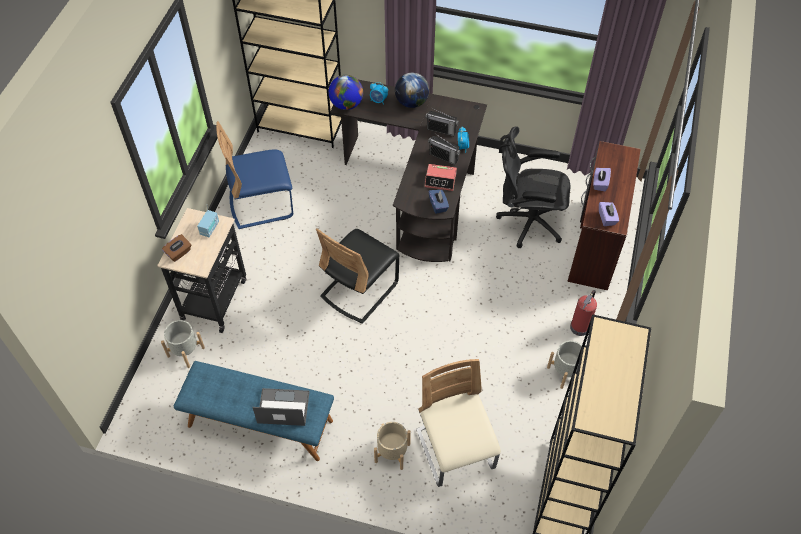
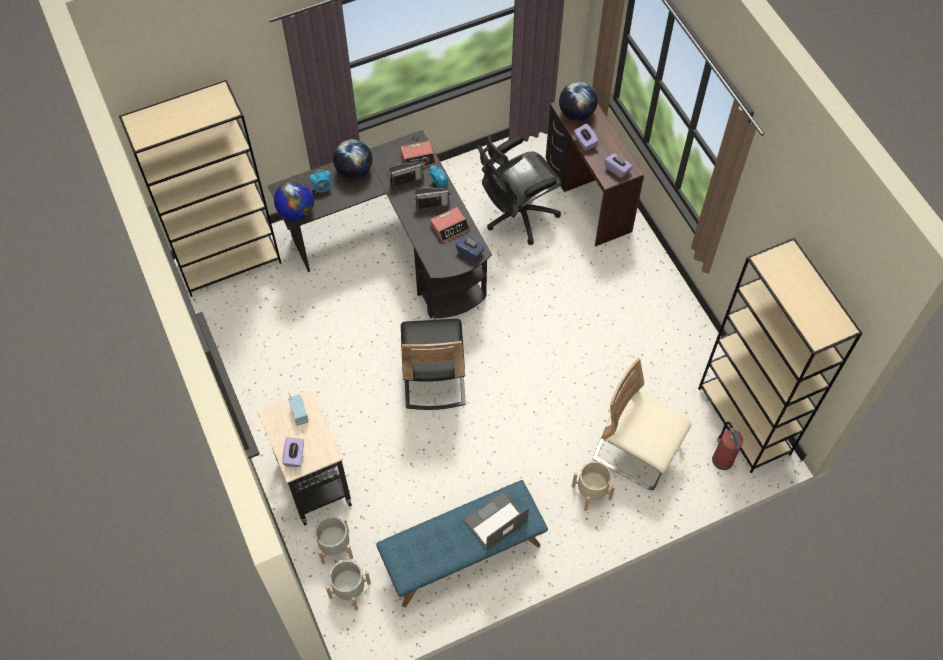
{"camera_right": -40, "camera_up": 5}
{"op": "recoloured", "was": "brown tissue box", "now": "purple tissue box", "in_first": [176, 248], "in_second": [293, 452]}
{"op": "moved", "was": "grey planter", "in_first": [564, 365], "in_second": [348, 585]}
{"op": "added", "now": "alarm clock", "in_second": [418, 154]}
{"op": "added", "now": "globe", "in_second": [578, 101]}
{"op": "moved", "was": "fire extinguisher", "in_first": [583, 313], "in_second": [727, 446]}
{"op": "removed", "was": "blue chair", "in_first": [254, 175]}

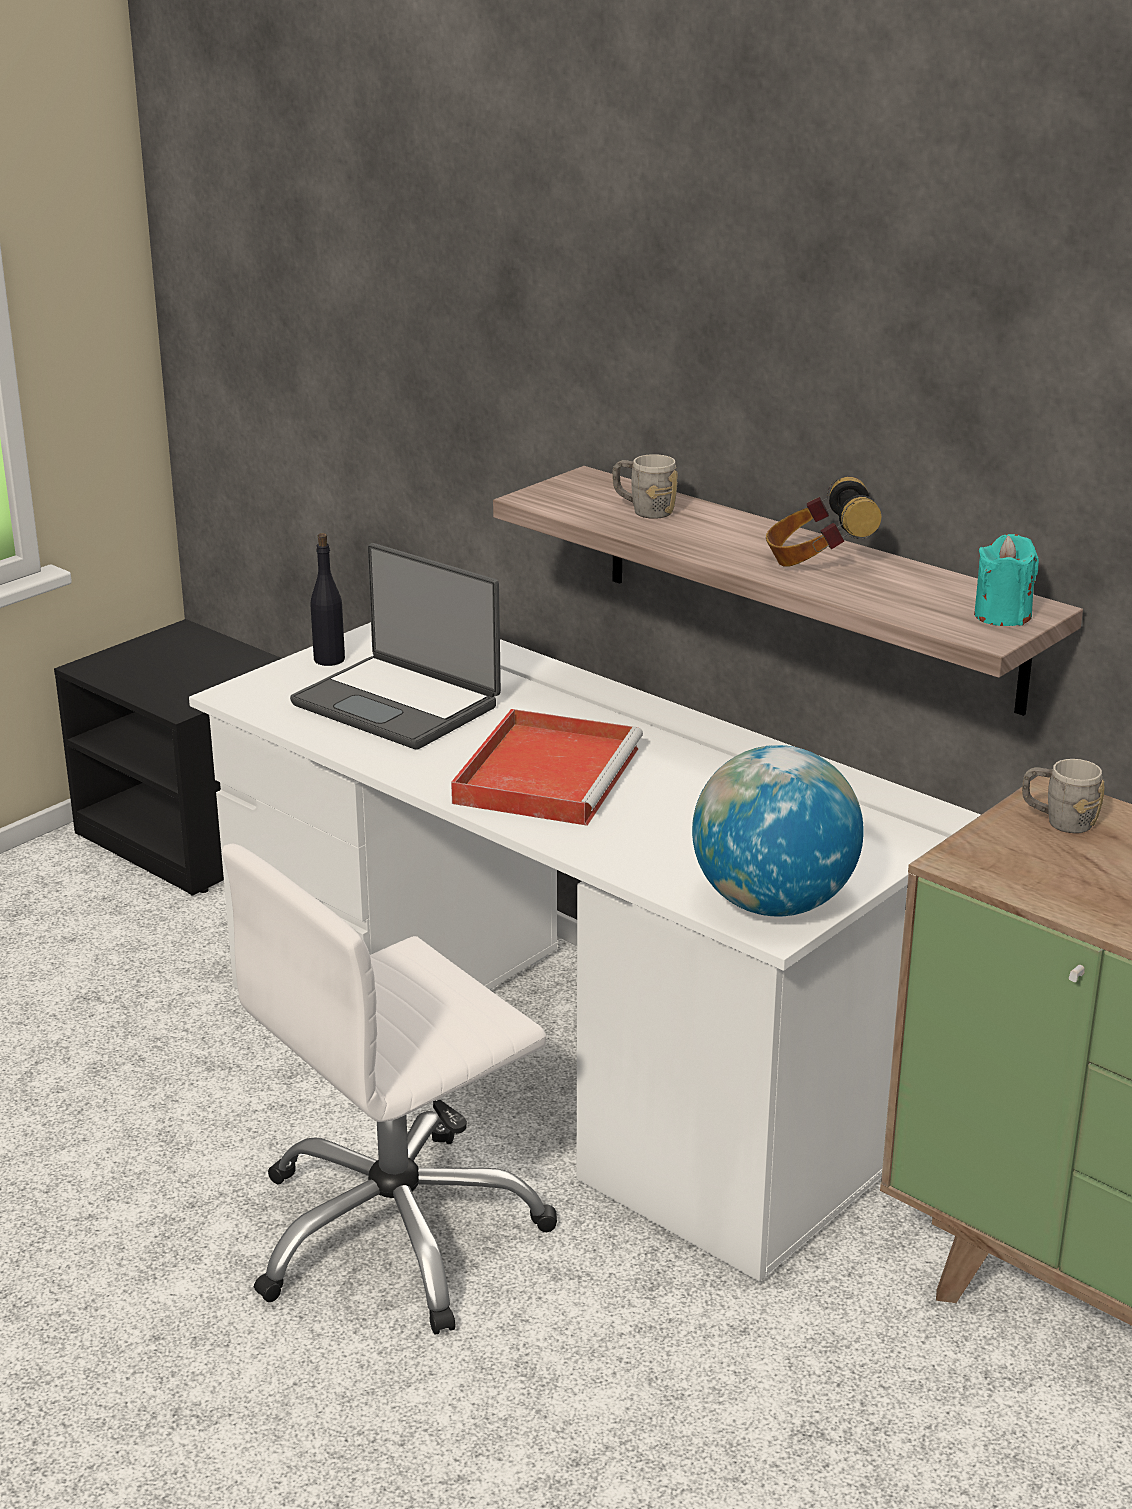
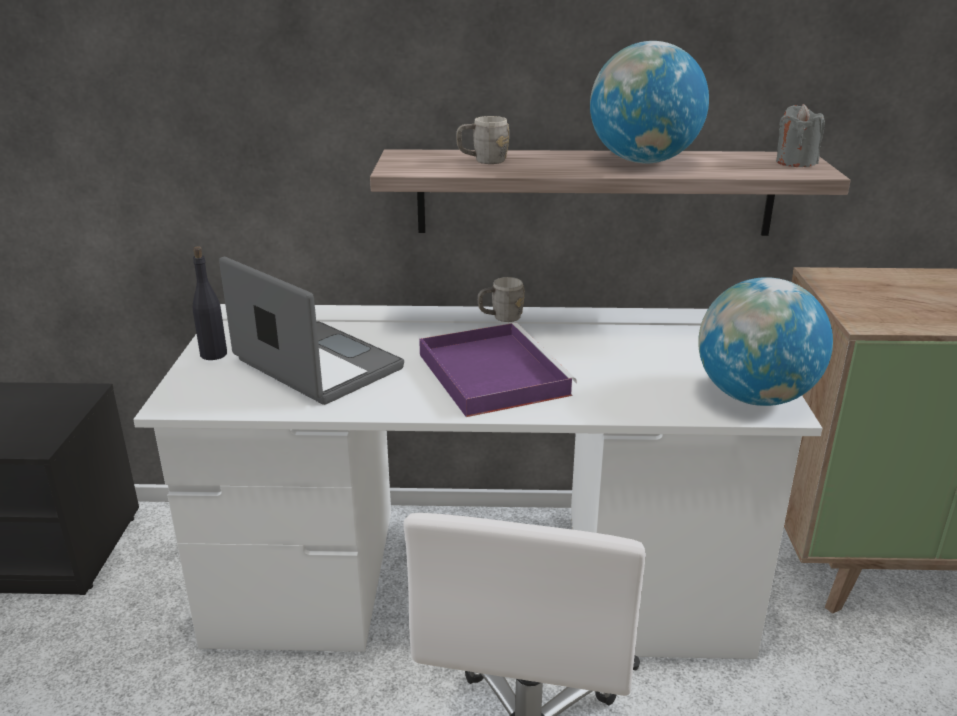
{"camera_right": -40, "camera_up": 0}
{"op": "turned", "was": "laptop", "in_first": [395, 646], "in_second": [311, 331], "clockwise": -135}
{"op": "recoloured", "was": "red tray", "now": "purple tray", "in_first": [547, 767], "in_second": [498, 370]}
{"op": "moved", "was": "grey mug", "in_first": [1063, 796], "in_second": [501, 299]}
{"op": "replaced", "was": "headphones", "now": "globe", "in_first": [823, 522], "in_second": [649, 102]}
{"op": "recoloured", "was": "turquoise candle", "now": "grey candle", "in_first": [1006, 580], "in_second": [800, 135]}

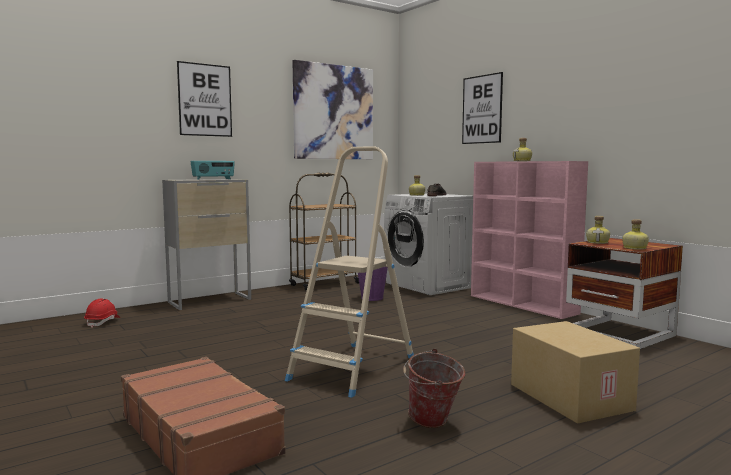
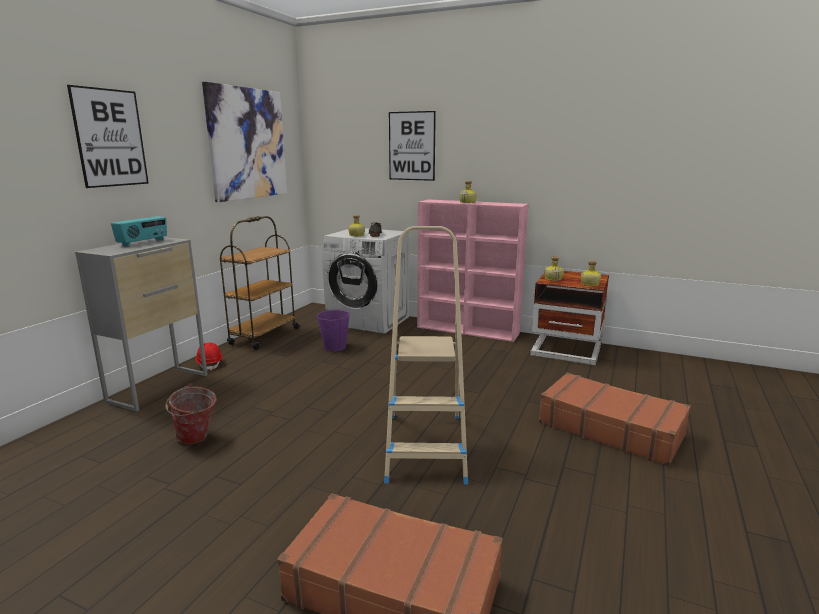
{"camera_right": -30, "camera_up": 10}
{"op": "moved", "was": "bucket", "in_first": [434, 388], "in_second": [191, 414]}
{"op": "moved", "was": "red hard hat", "in_first": [102, 313], "in_second": [209, 357]}
{"op": "replaced", "was": "cardboard box", "now": "brown suitcase", "in_first": [575, 372], "in_second": [615, 419]}

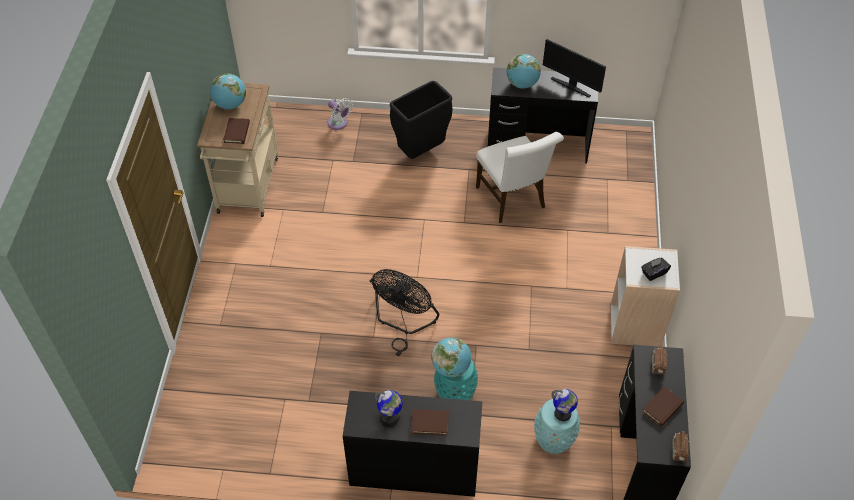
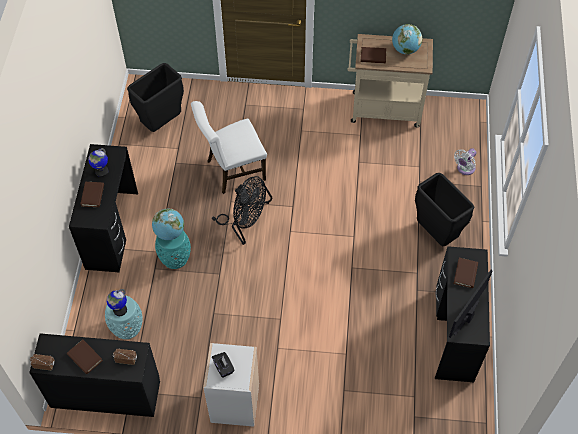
{"camera_right": 90, "camera_up": 5}
{"op": "added", "now": "black trash can", "in_second": [155, 97]}
{"op": "moved", "was": "white chair", "in_first": [520, 177], "in_second": [229, 147]}
{"op": "replaced", "was": "globe", "now": "brown book", "in_first": [523, 71], "in_second": [465, 273]}

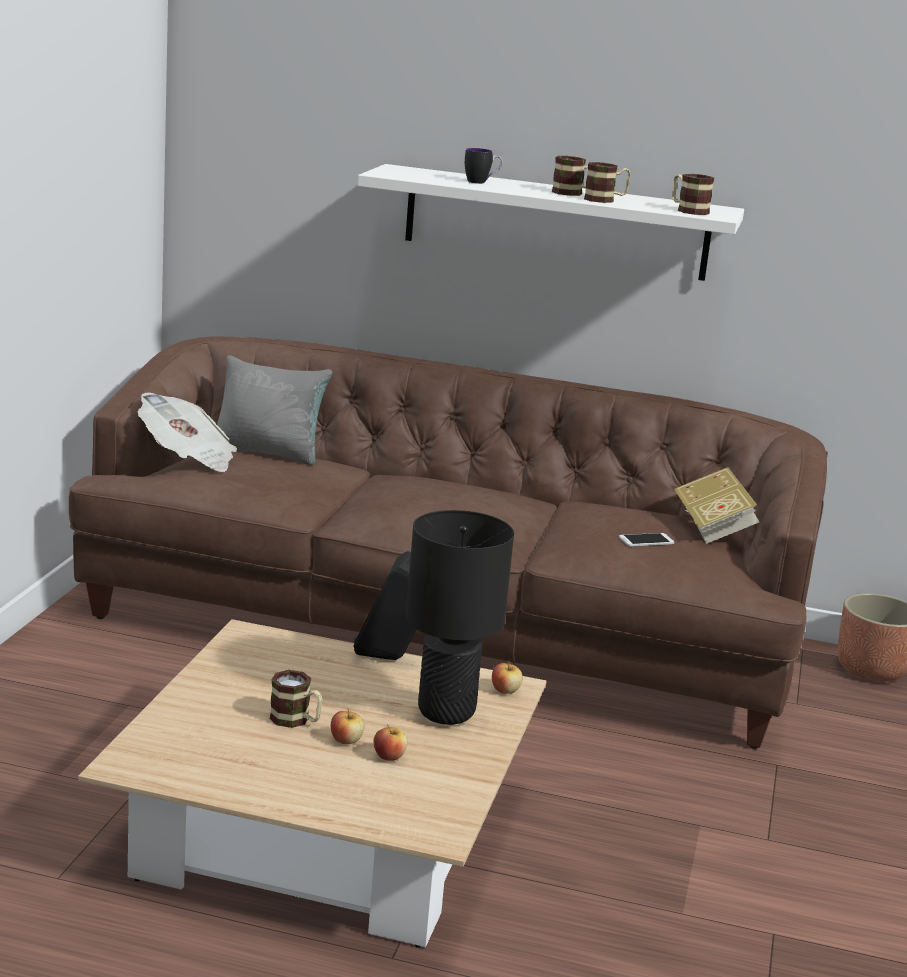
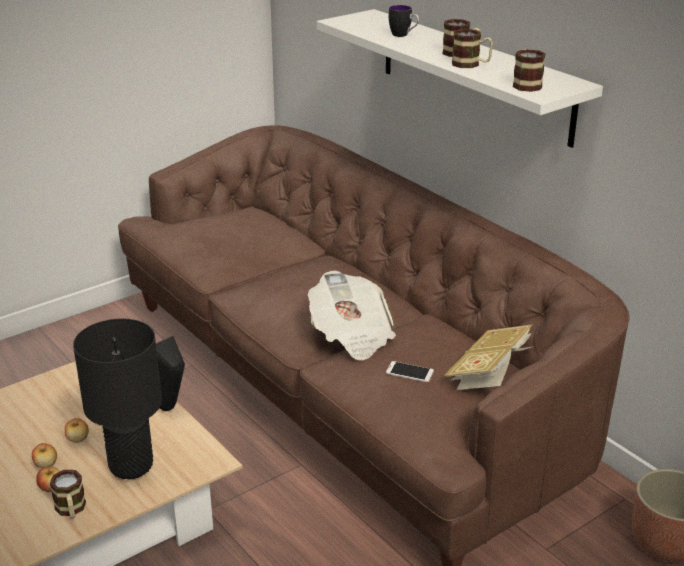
{"camera_right": 40, "camera_up": 10}
{"op": "moved", "was": "mug", "in_first": [296, 699], "in_second": [68, 494]}
{"op": "moved", "was": "apple", "in_first": [507, 677], "in_second": [77, 430]}
{"op": "moved", "was": "newspaper", "in_first": [187, 432], "in_second": [352, 316]}
{"op": "removed", "was": "grey pillow", "in_first": [275, 410]}

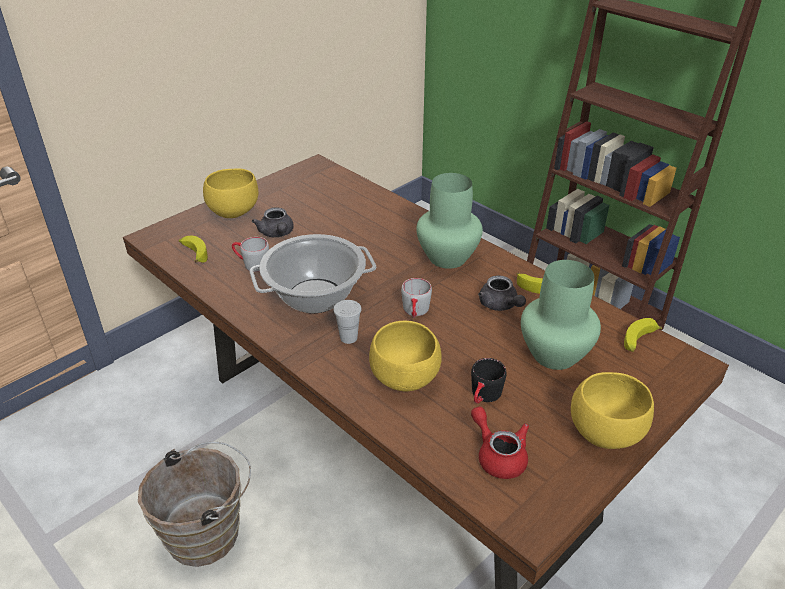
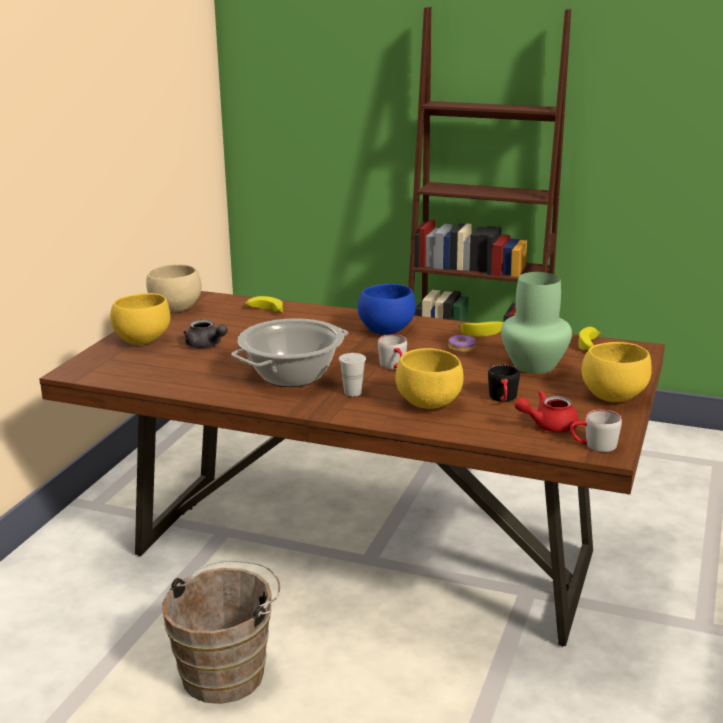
{"camera_right": -25, "camera_up": -15}
{"op": "added", "now": "beige bowl", "in_second": [174, 288]}
{"op": "moved", "was": "banana", "in_first": [193, 249], "in_second": [263, 304]}
{"op": "replaced", "was": "green vase", "now": "blue bowl", "in_first": [449, 221], "in_second": [387, 309]}
{"op": "replaced", "was": "grey teapot", "now": "donut", "in_first": [502, 293], "in_second": [462, 344]}
{"op": "turned", "was": "red teapot", "in_first": [500, 443], "in_second": [546, 411], "clockwise": -45}
{"op": "moved", "was": "grey mug", "in_first": [250, 254], "in_second": [596, 431]}

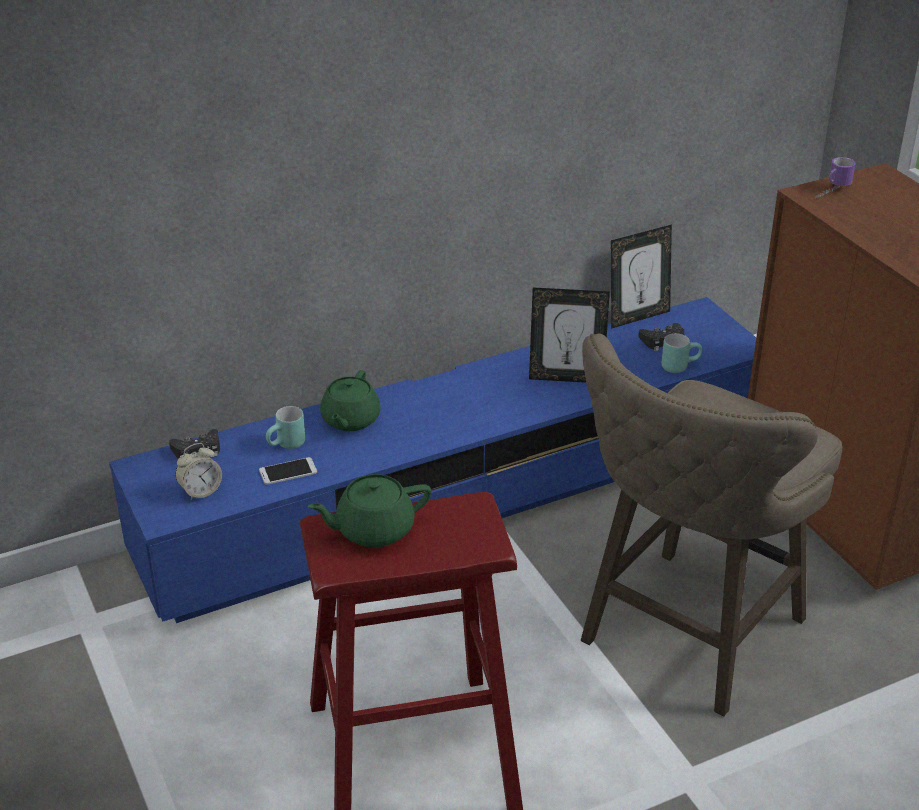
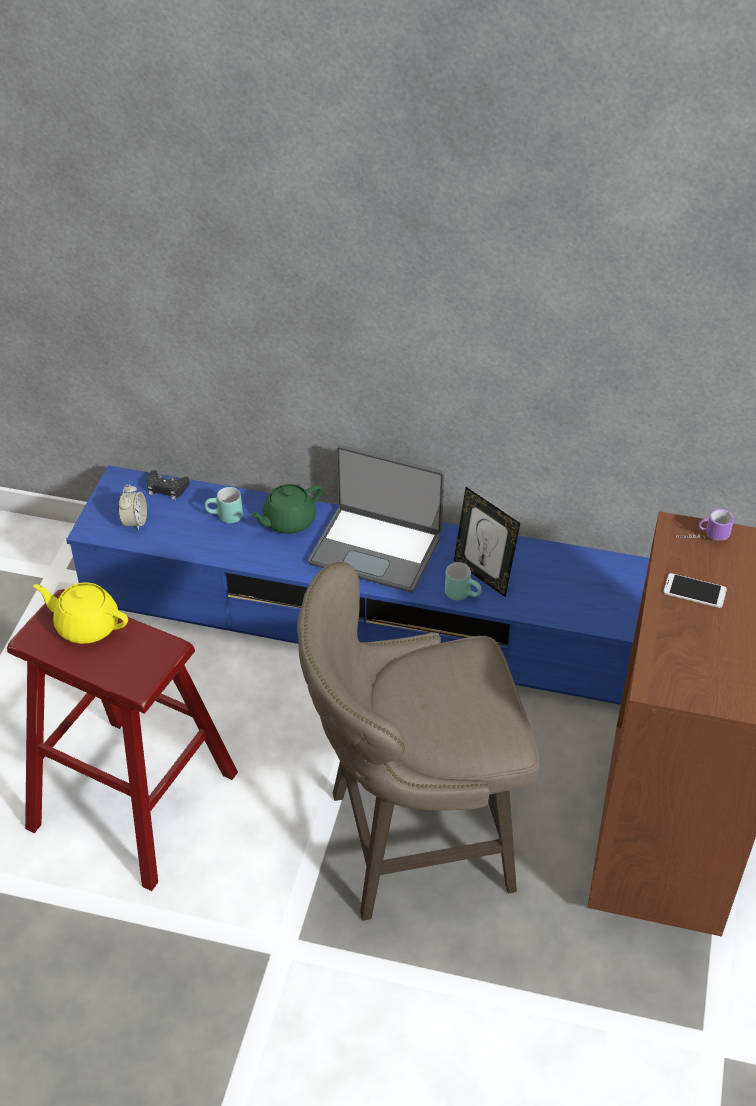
{"camera_right": 40, "camera_up": 10}
{"op": "recoloured", "was": "green teapot", "now": "yellow teapot", "in_first": [370, 510], "in_second": [80, 613]}
{"op": "turned", "was": "alarm clock", "in_first": [198, 472], "in_second": [132, 507], "clockwise": -90}
{"op": "added", "now": "laptop", "in_second": [376, 519]}
{"op": "moved", "was": "turquoise mug", "in_first": [682, 353], "in_second": [463, 581]}
{"op": "moved", "was": "phone", "in_first": [288, 471], "in_second": [695, 590]}
{"op": "removed", "was": "picture frame", "in_first": [641, 277]}
{"op": "removed", "was": "black game controller", "in_first": [661, 337]}

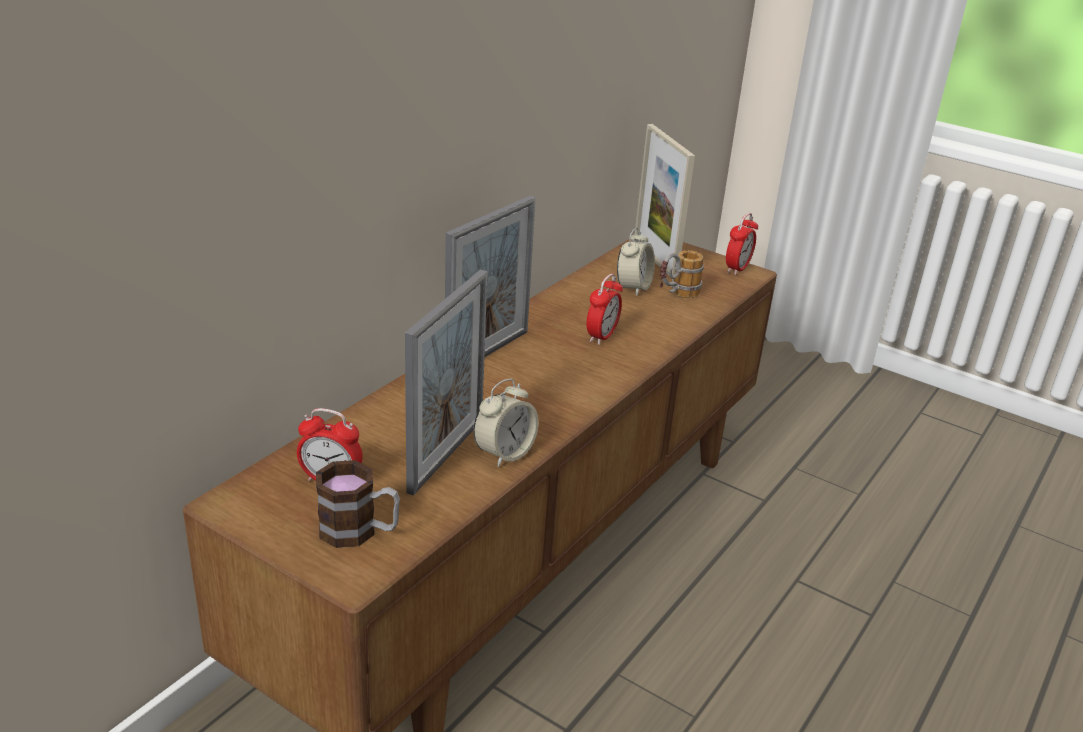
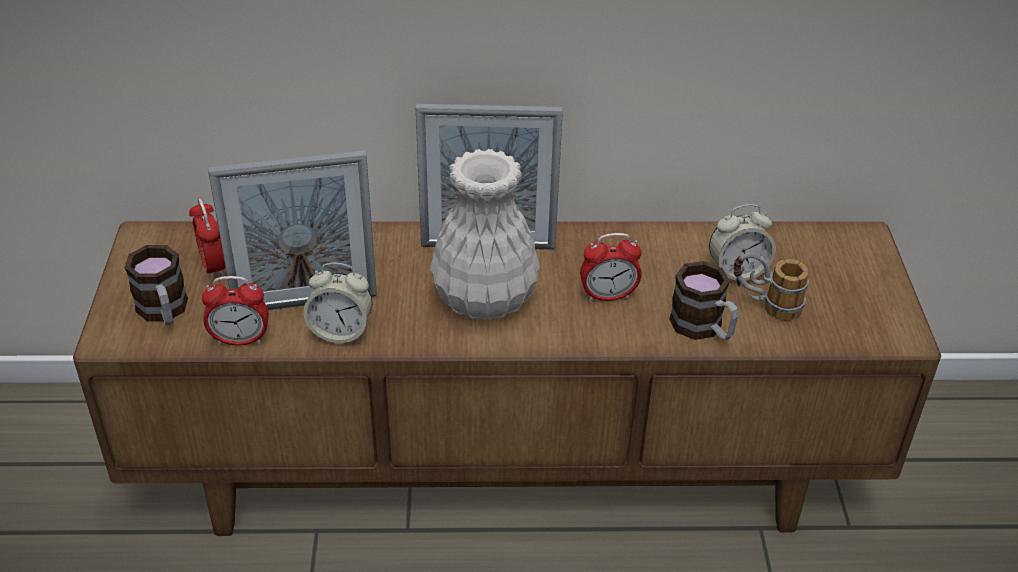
{"camera_right": 55, "camera_up": 10}
{"op": "moved", "was": "alarm clock", "in_first": [742, 244], "in_second": [235, 310]}
{"op": "added", "now": "white vase", "in_second": [485, 234]}
{"op": "added", "now": "mug", "in_second": [704, 300]}
{"op": "removed", "was": "picture frame", "in_first": [665, 200]}

